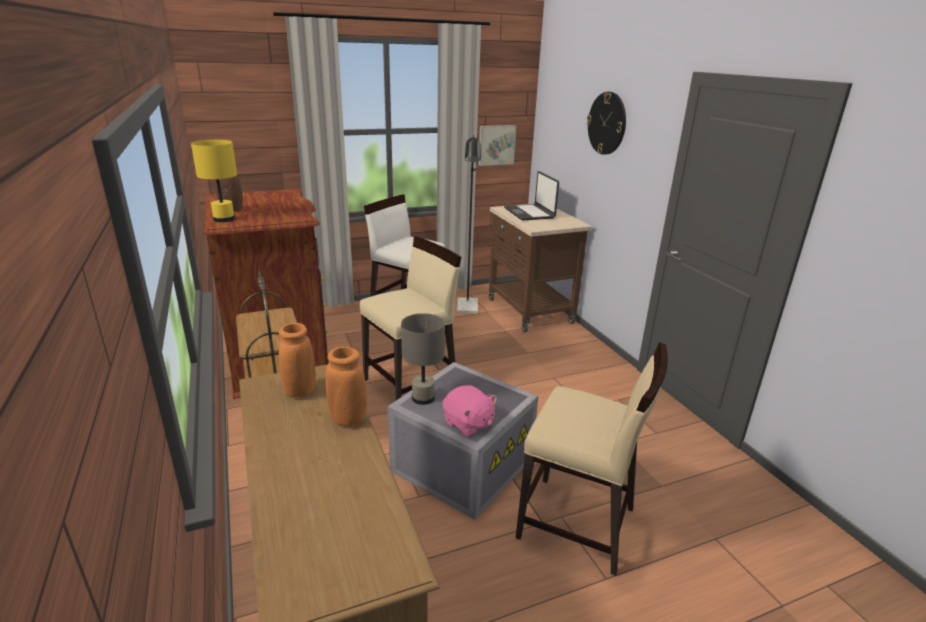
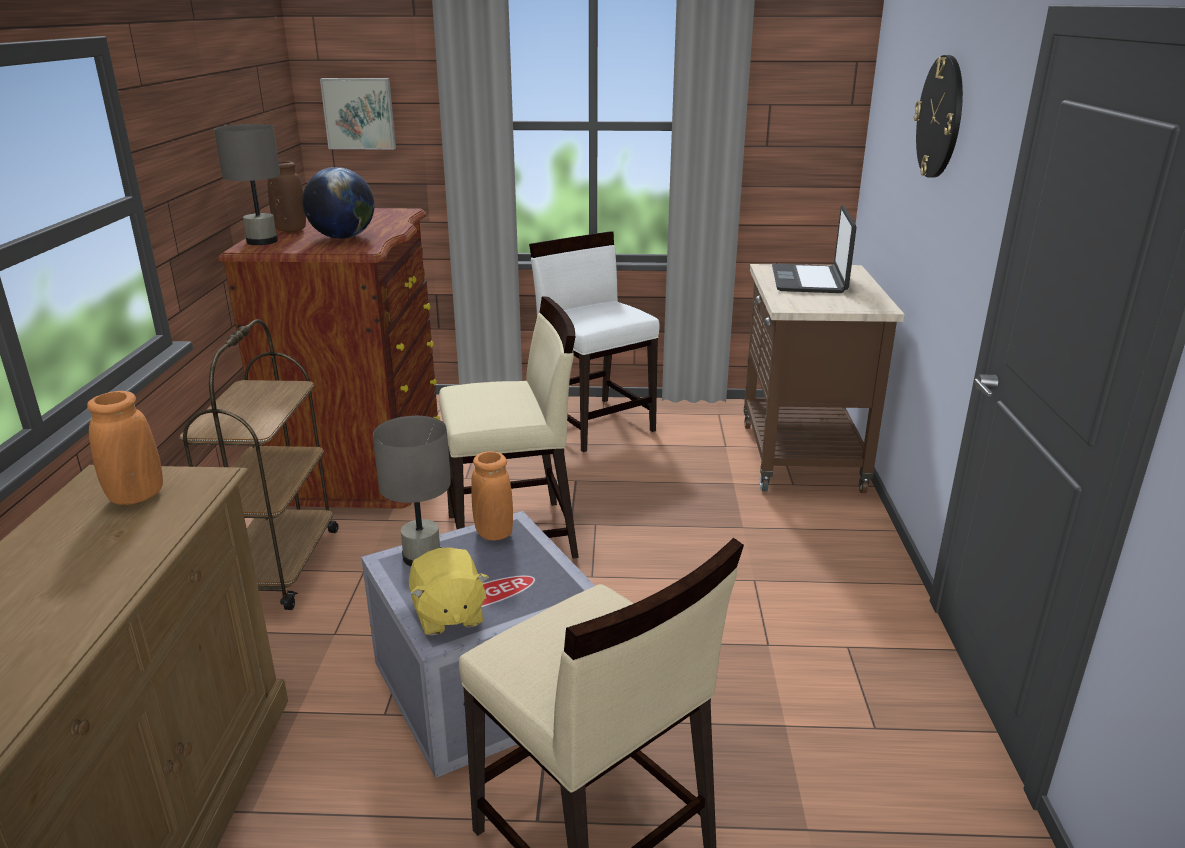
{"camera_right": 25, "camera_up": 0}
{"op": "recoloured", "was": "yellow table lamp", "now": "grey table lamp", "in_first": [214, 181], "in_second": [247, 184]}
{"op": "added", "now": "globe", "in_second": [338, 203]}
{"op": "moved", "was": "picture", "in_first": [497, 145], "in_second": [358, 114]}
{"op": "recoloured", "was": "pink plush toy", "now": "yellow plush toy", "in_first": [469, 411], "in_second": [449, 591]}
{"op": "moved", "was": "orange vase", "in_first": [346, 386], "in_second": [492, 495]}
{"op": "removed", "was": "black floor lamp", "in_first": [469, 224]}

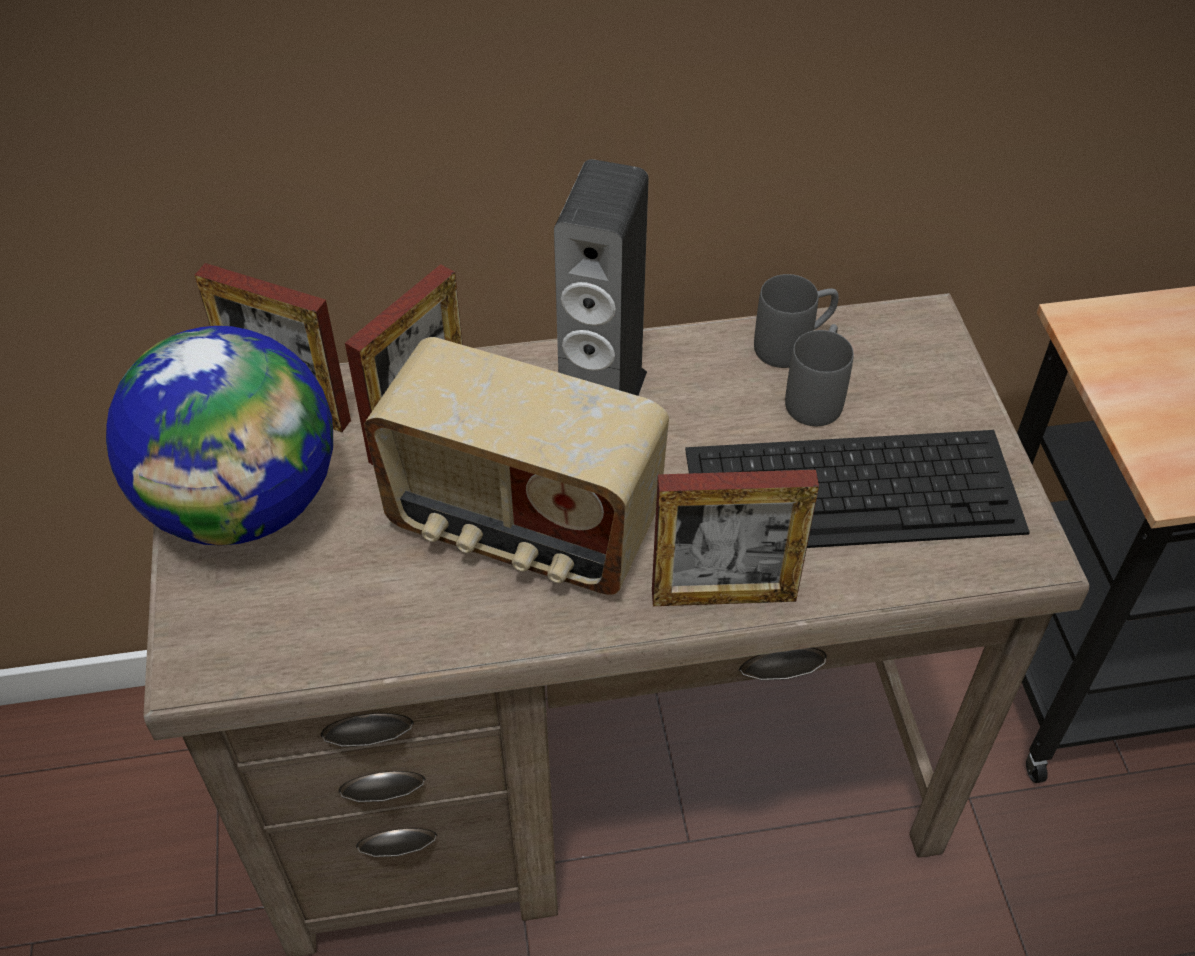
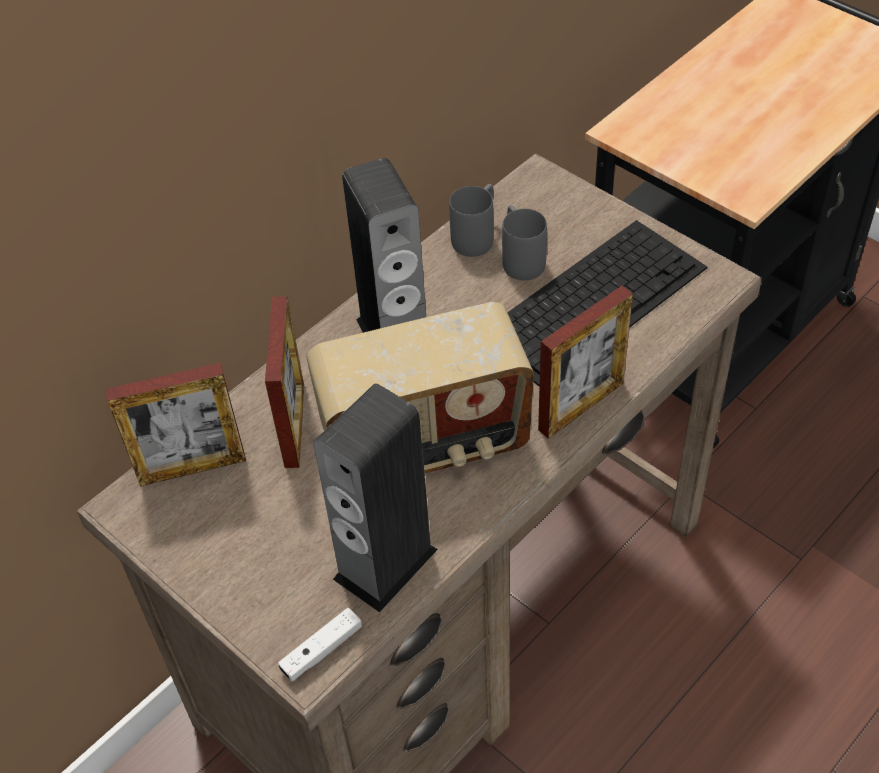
{"camera_right": -35, "camera_up": 0}
{"op": "added", "now": "white game controller", "in_second": [320, 644]}
{"op": "added", "now": "speaker", "in_second": [375, 498]}
{"op": "removed", "was": "globe", "in_first": [219, 436]}

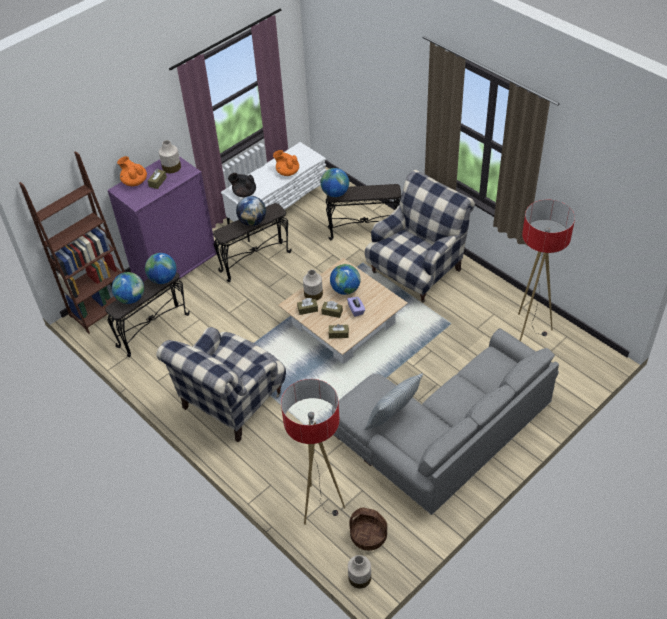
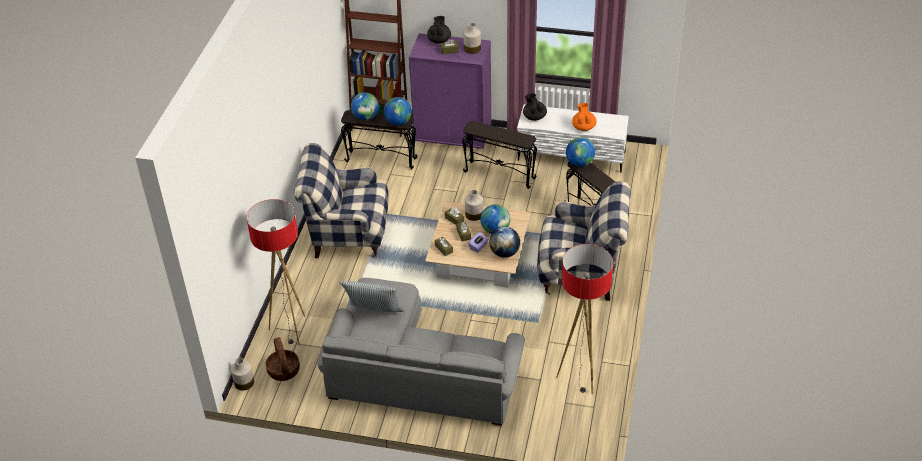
{"camera_right": 55, "camera_up": -5}
{"op": "recoloured", "was": "orange teapot", "now": "black teapot", "in_first": [132, 171], "in_second": [439, 30]}
{"op": "moved", "was": "globe", "in_first": [251, 211], "in_second": [504, 242]}

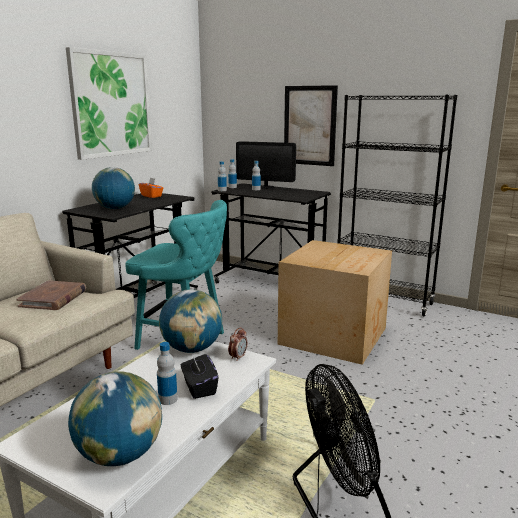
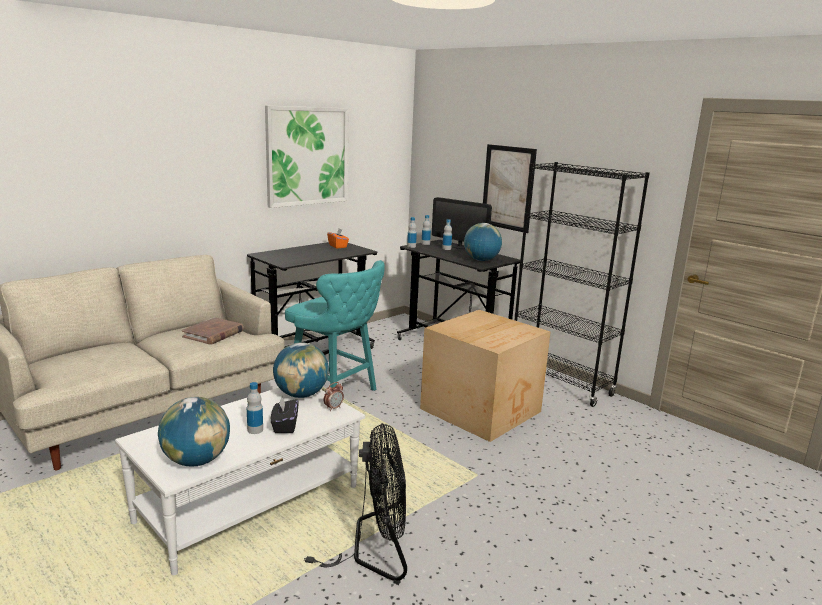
{"camera_right": 15, "camera_up": 0}
{"op": "moved", "was": "globe", "in_first": [113, 188], "in_second": [483, 242]}

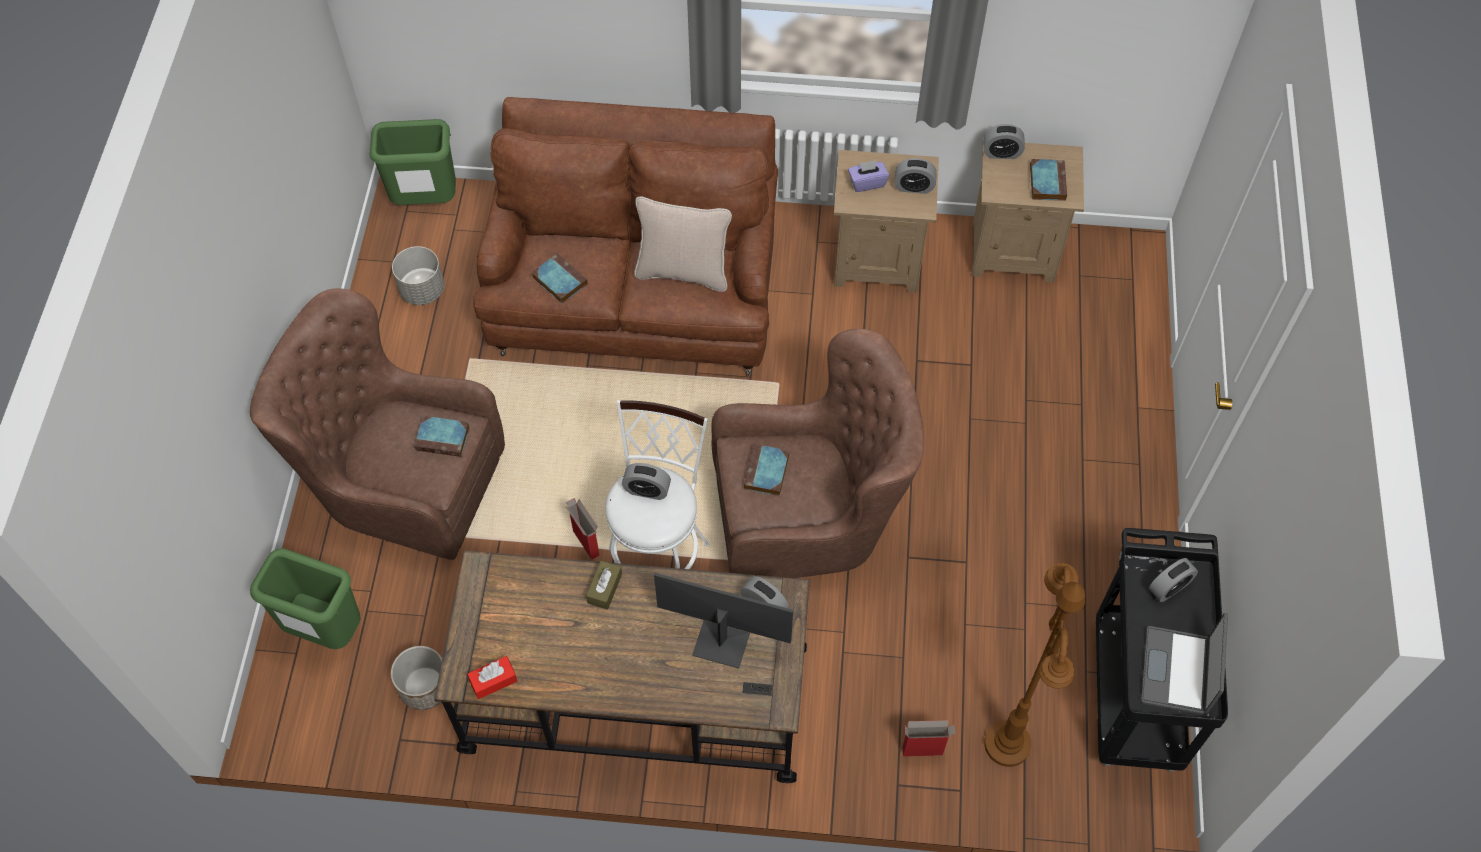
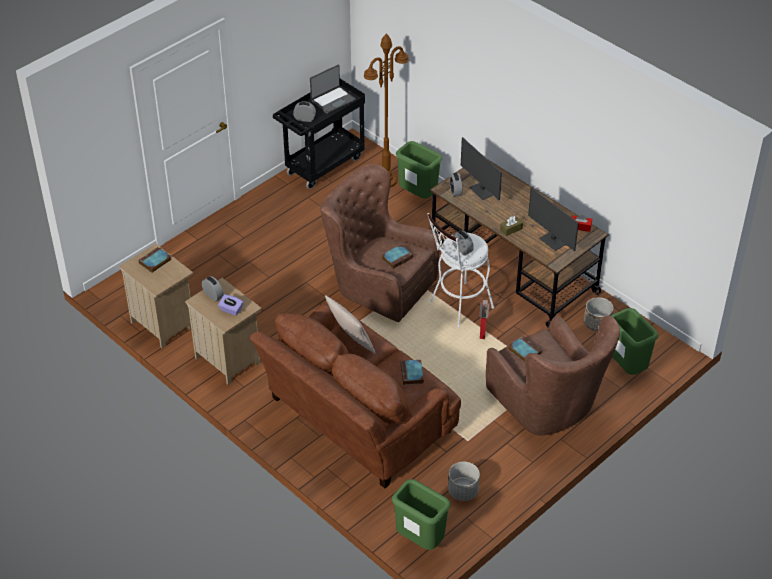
{"camera_right": -140, "camera_up": -15}
{"op": "replaced", "was": "cardboard box", "now": "green trash can", "in_first": [928, 738], "in_second": [419, 170]}
{"op": "added", "now": "monitor", "in_second": [553, 219]}
{"op": "removed", "was": "alarm clock", "in_first": [1004, 141]}

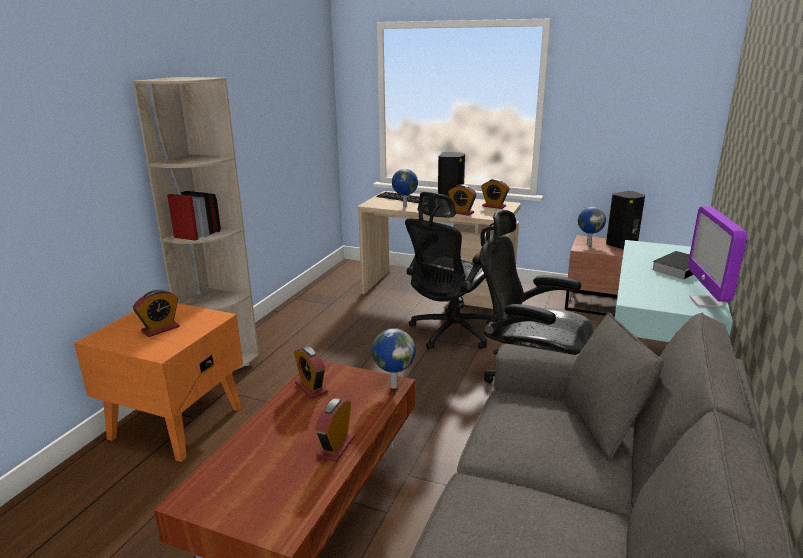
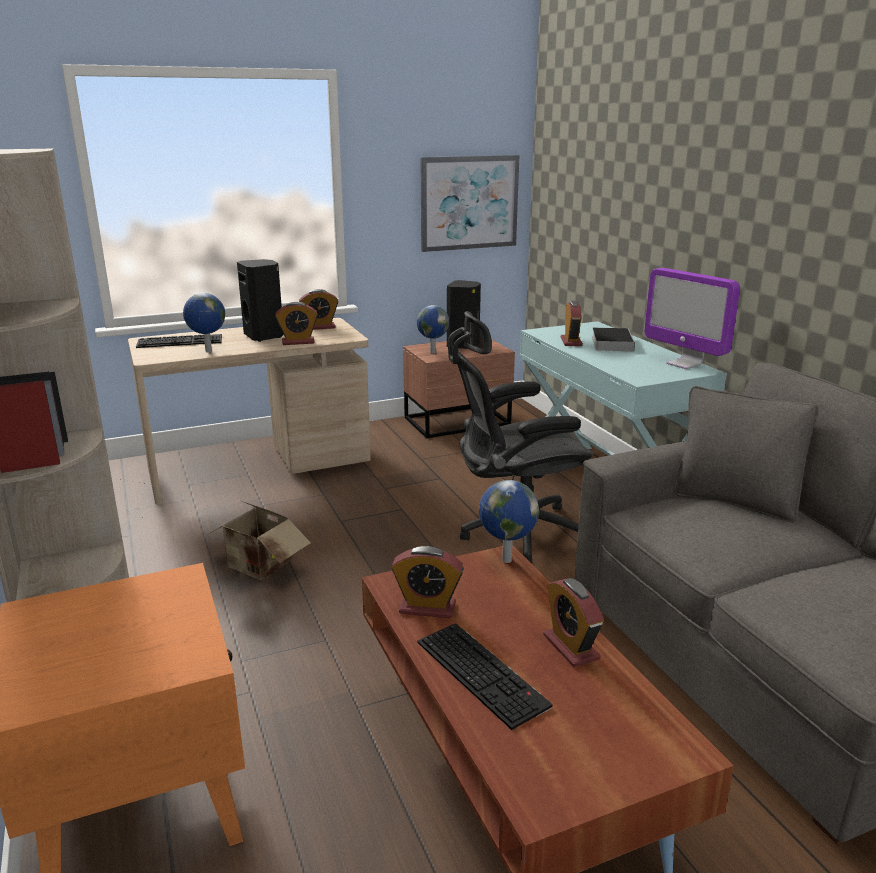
{"camera_right": -45, "camera_up": 0}
{"op": "added", "now": "cardboard box", "in_second": [260, 540]}
{"op": "added", "now": "keyboard", "in_second": [485, 676]}
{"op": "added", "now": "picture", "in_second": [469, 203]}
{"op": "moved", "was": "alarm clock", "in_first": [156, 313], "in_second": [572, 323]}
{"op": "removed", "was": "office chair", "in_first": [449, 270]}

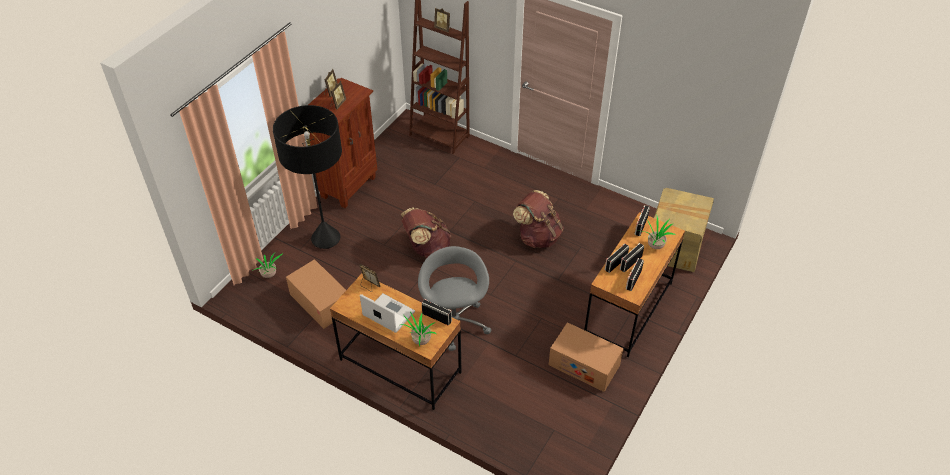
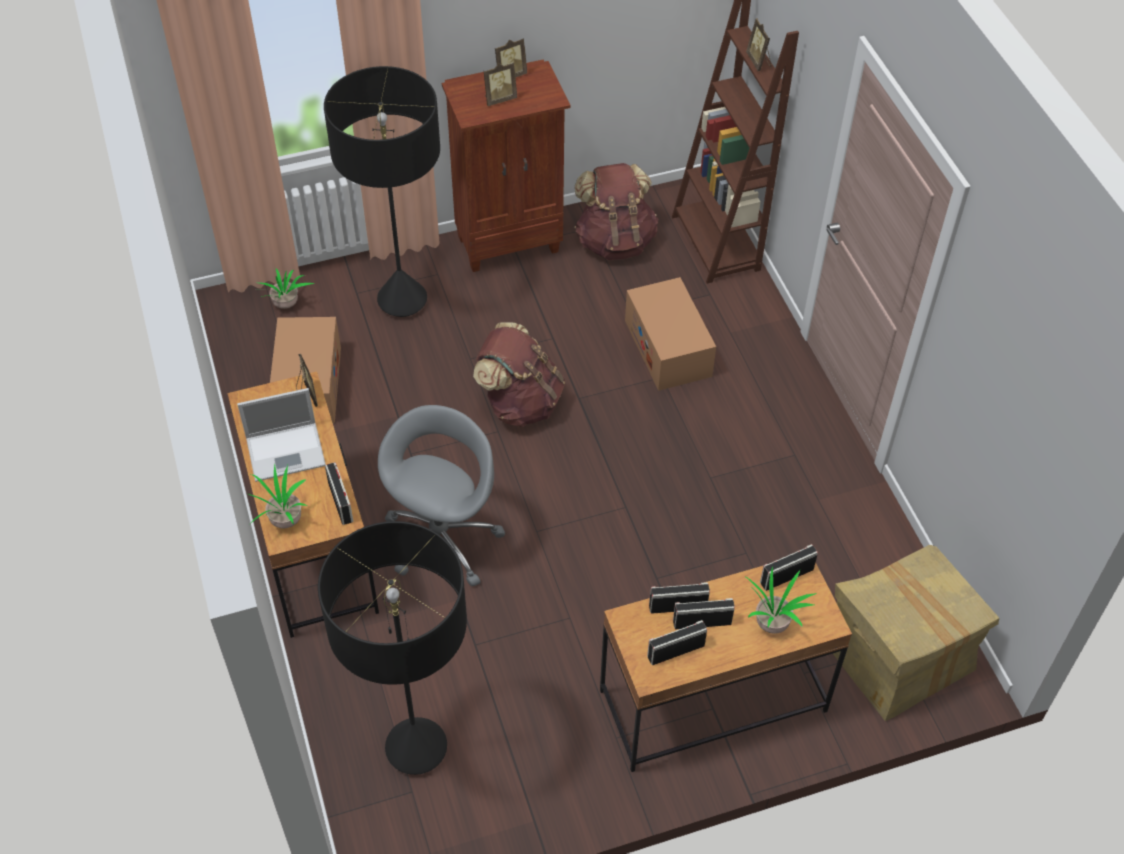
{"camera_right": 40, "camera_up": 5}
{"op": "turned", "was": "laptop", "in_first": [387, 313], "in_second": [281, 435], "clockwise": 90}
{"op": "added", "now": "black floor lamp", "in_second": [392, 648]}
{"op": "moved", "was": "brown backpack", "in_first": [538, 219], "in_second": [616, 211]}
{"op": "moved", "was": "cardboard box", "in_first": [586, 357], "in_second": [670, 334]}

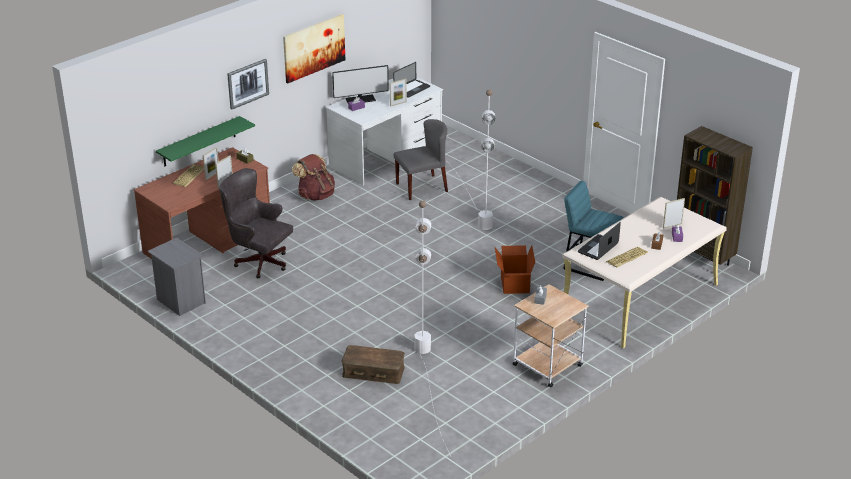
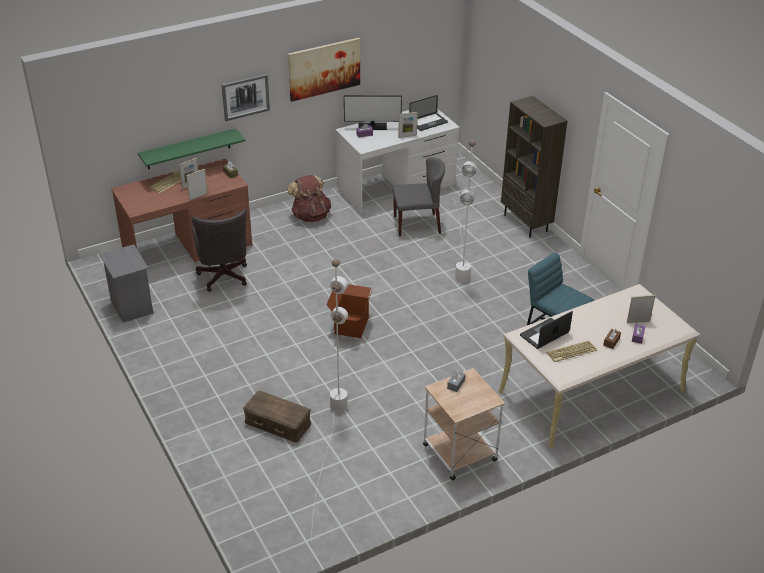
{"camera_right": 15, "camera_up": 5}
{"op": "turned", "was": "grey office chair", "in_first": [256, 223], "in_second": [219, 250], "clockwise": -150}
{"op": "moved", "was": "cardboard box", "in_first": [515, 269], "in_second": [349, 311]}
{"op": "moved", "was": "brown bookcase", "in_first": [715, 196], "in_second": [534, 167]}

